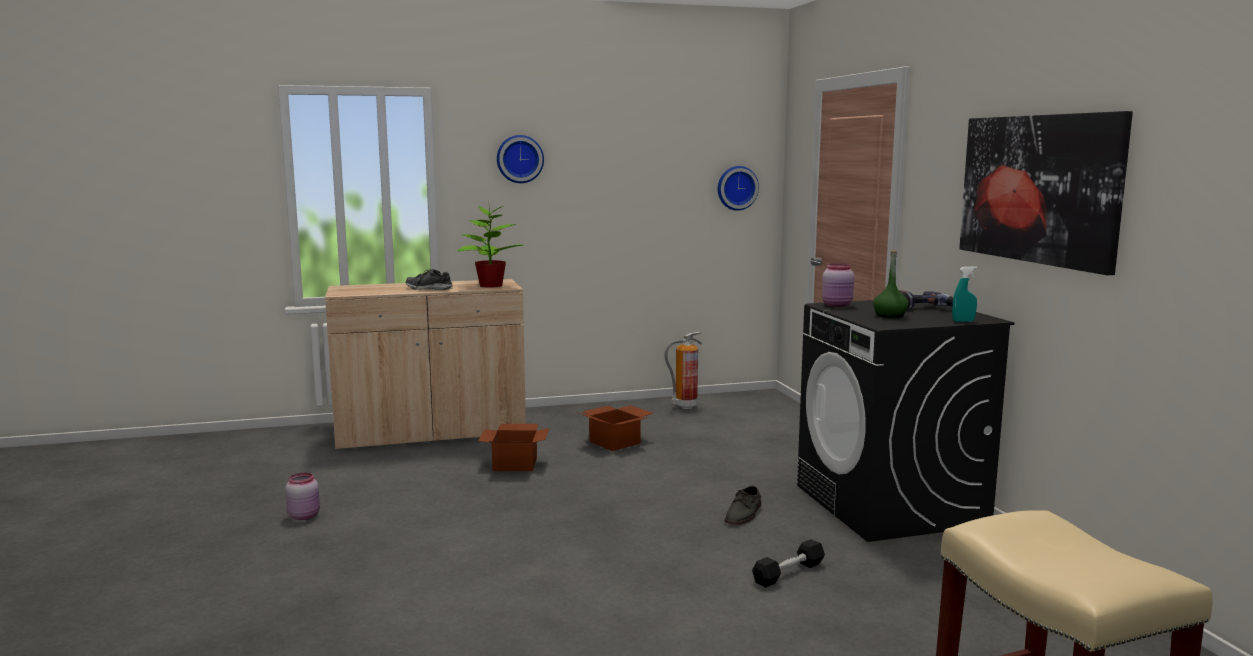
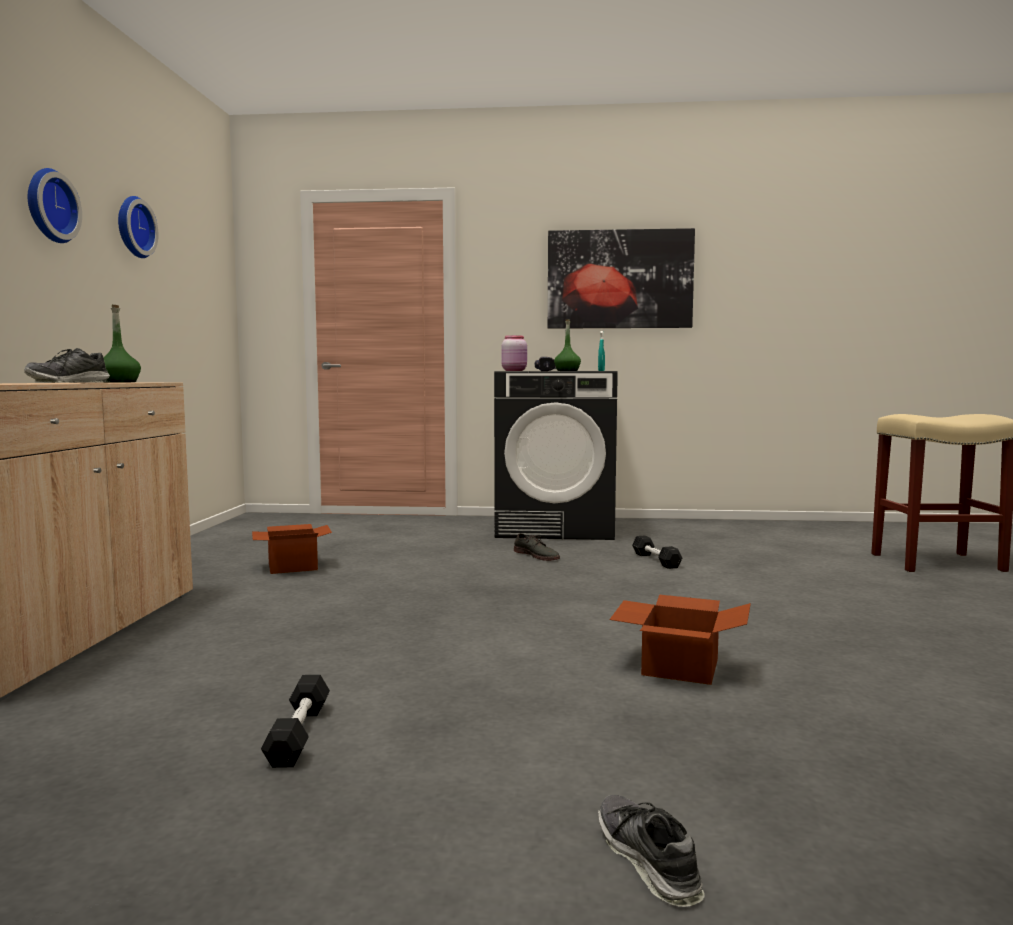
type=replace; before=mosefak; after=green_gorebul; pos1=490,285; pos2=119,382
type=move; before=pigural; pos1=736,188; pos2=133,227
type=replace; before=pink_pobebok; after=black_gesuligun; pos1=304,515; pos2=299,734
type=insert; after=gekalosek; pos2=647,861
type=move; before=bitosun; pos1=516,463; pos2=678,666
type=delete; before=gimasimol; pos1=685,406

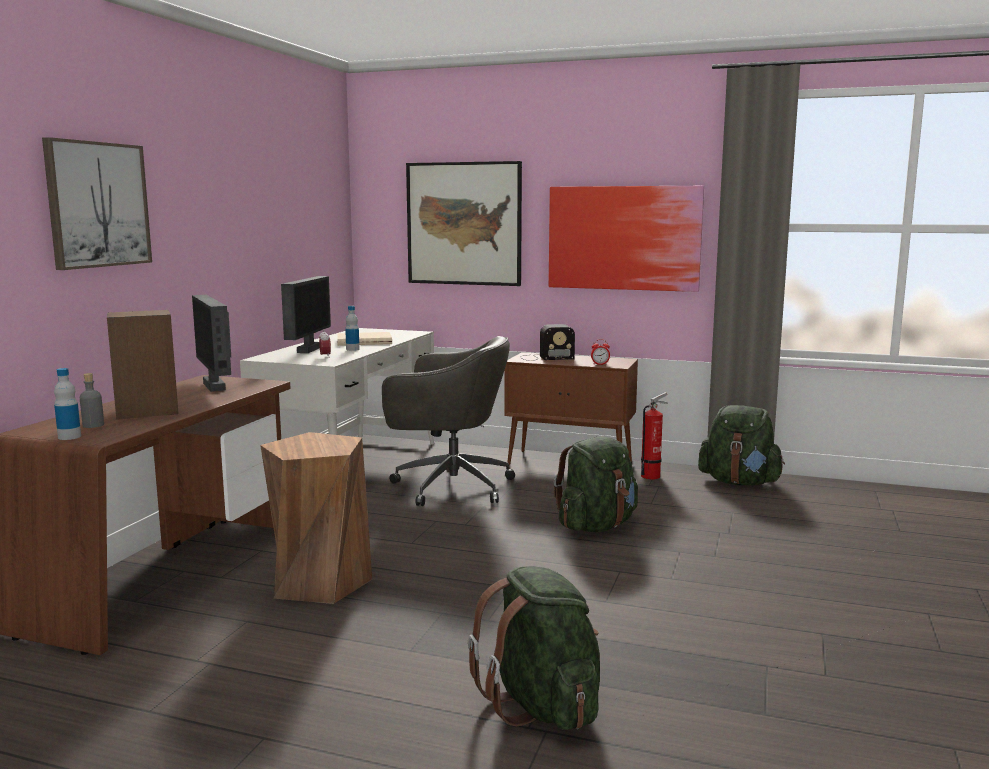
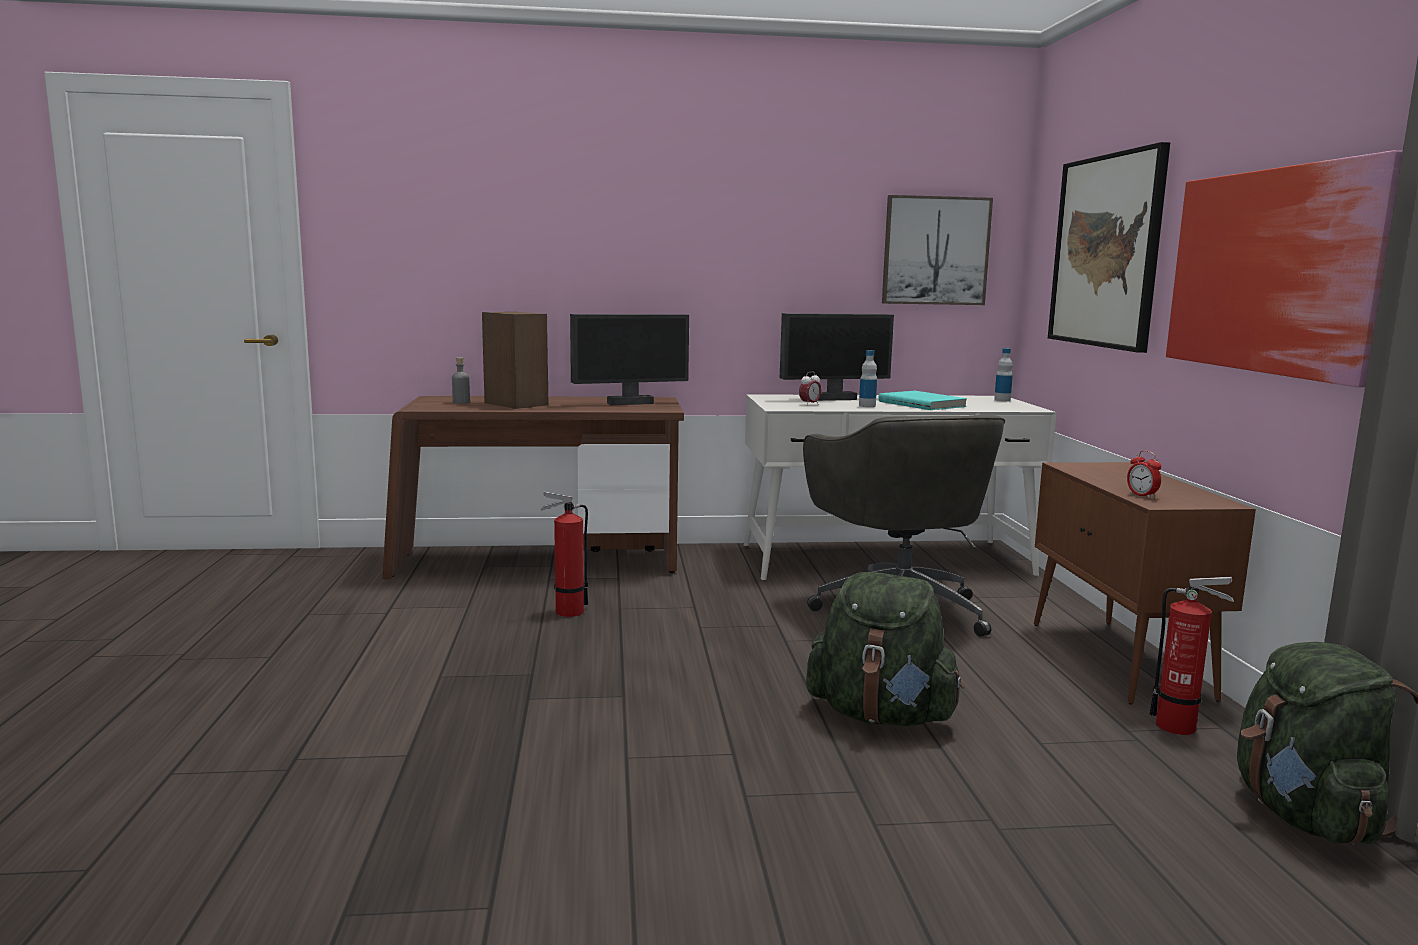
type=replace; before=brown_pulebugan; after=gimasimol; pos1=319,582; pos2=565,612
type=rotate; before=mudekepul; pos1=216,386; pos2=629,403; turn=-150
type=recolor; before=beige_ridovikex; after=turquoise_ridovikex; pos1=364,341; pos2=923,404
type=move; before=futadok; pos1=97,204; pos2=935,251
type=move; before=gorebul; pos1=69,437; pos2=1002,400
type=delete; before=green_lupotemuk; pos1=542,705
type=delete; before=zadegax; pos1=545,357

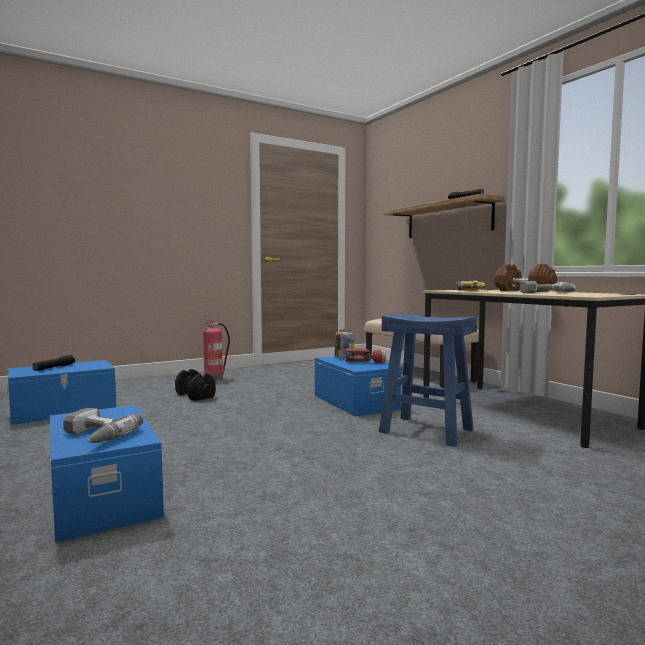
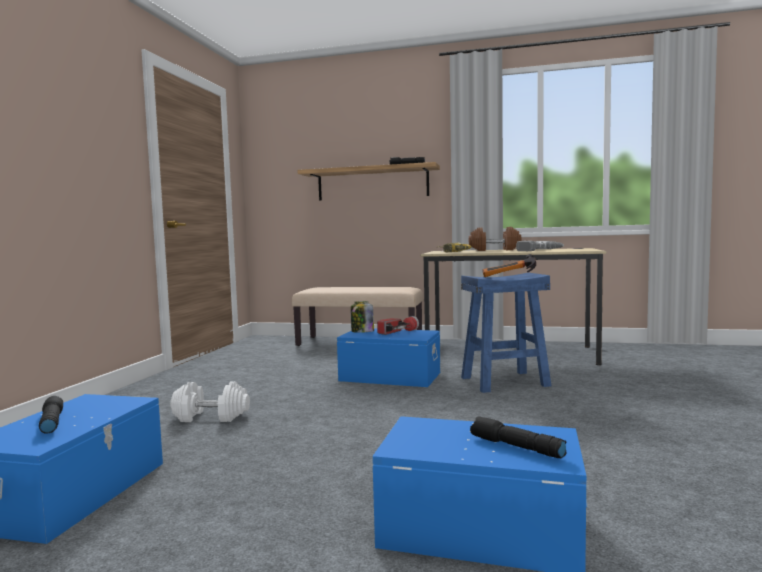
type=recolor; before=black_gesuligun; after=white_gesuligun; pos1=195,395; pos2=211,416
type=replace; before=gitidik; after=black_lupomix; pos1=94,436; pos2=515,447
type=insert; after=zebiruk; pos2=509,276
type=delete; before=gimasimol; pos1=214,378

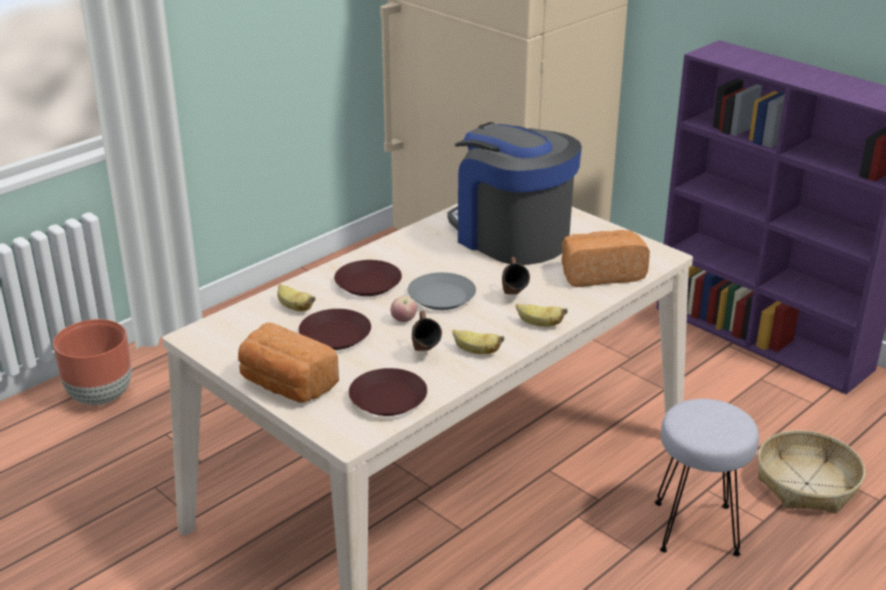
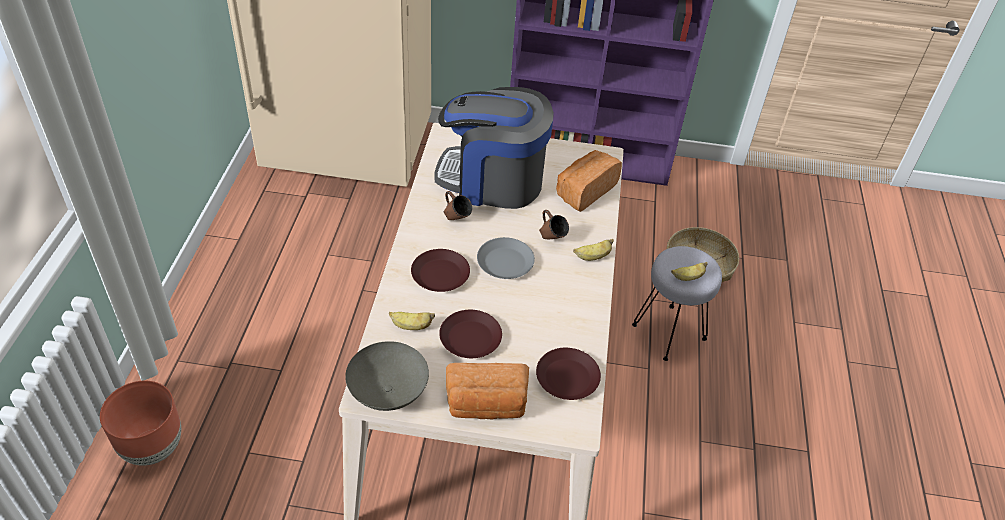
type=insert; after=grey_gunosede; pos2=387,391
type=move; before=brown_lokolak; pos1=425,353; pos2=456,220
type=move; before=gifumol; pos1=476,351; pos2=687,278
type=delete; before=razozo; pos1=403,320

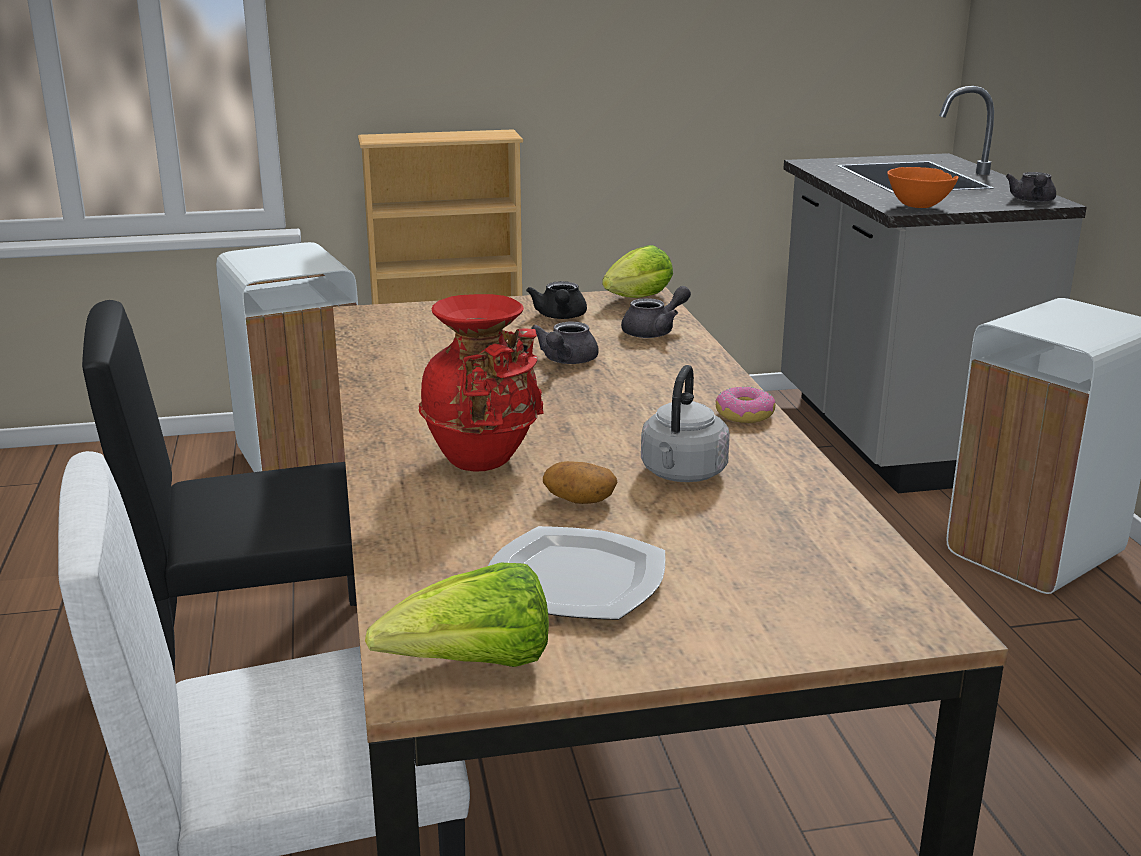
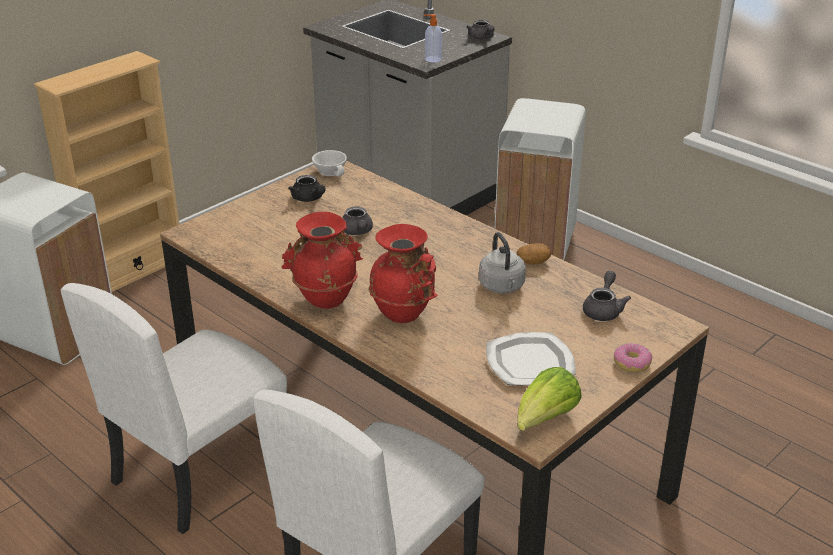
type=recolor; before=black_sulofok; after=white_sulofok; pos1=266,655; pos2=199,469
type=insert; after=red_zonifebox; pos2=325,298
type=replace; before=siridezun; after=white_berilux; pos1=635,299; pos2=331,171
type=replace; before=orange_gunosede; after=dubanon; pos1=919,207; pos2=432,59
type=move; before=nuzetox; pos1=579,500; pos2=533,262
type=move; before=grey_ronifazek; pos1=655,331; pos2=603,309
type=move; before=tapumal; pos1=744,415; pos2=631,363

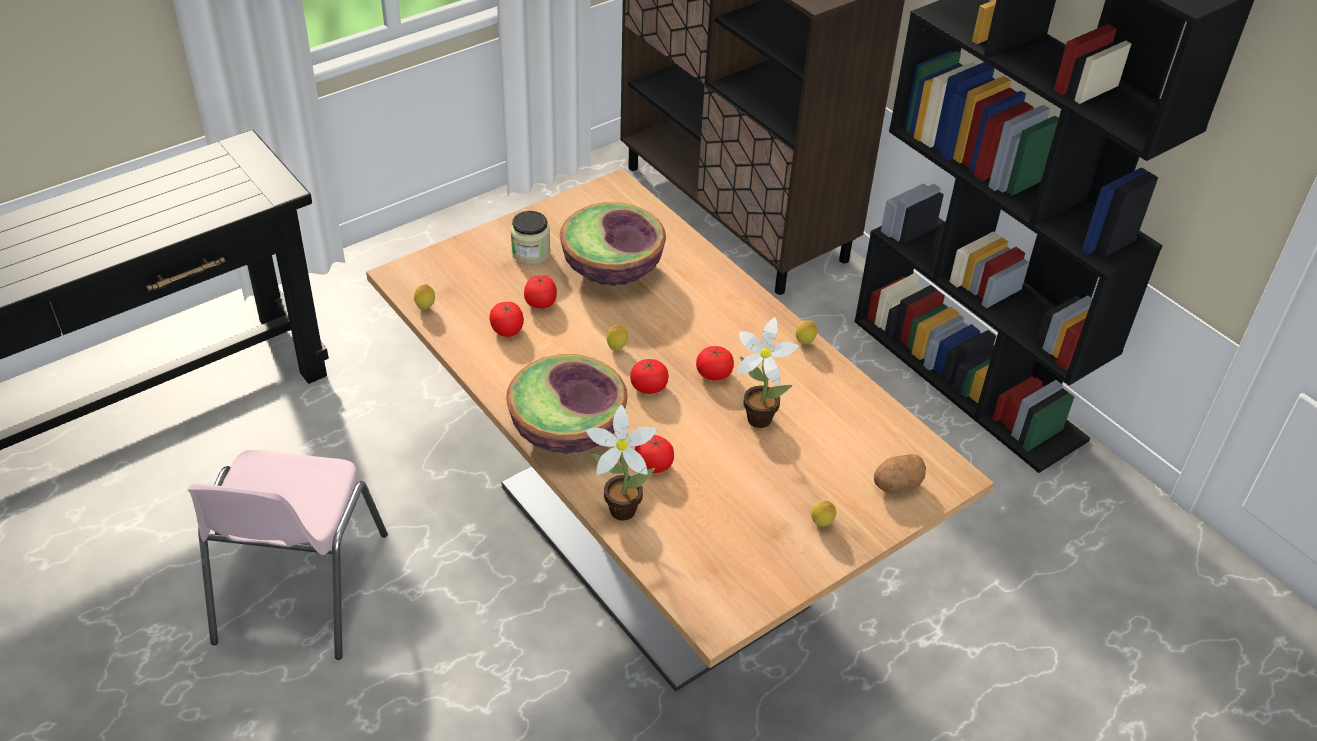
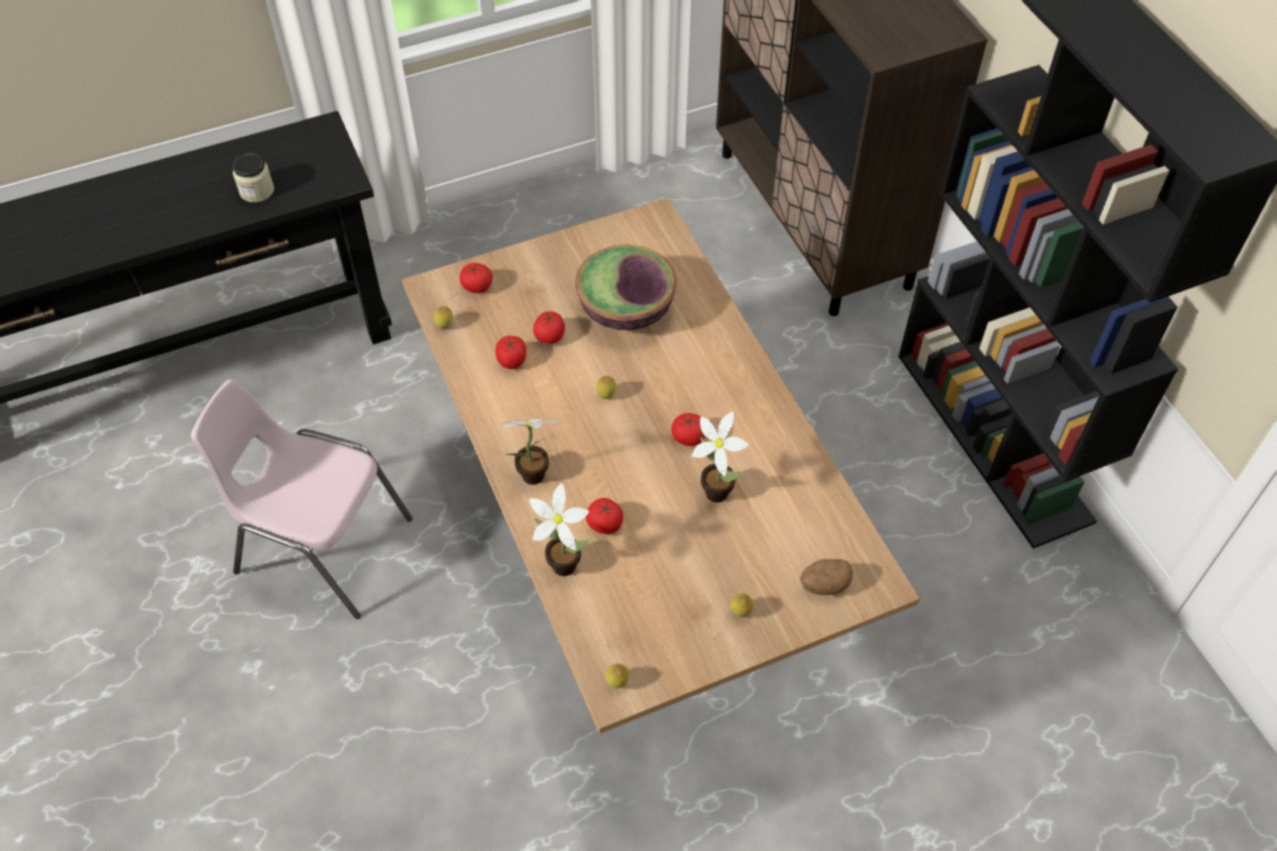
type=rotate; before=pink_sulofok; pos1=298,589; pos2=321,545; turn=90
type=move; before=pobebok; pos1=531,253; pos2=257,191
type=move; before=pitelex; pos1=648,387; pos2=477,287
type=replace; before=gunosede; after=mosefak; pos1=567,431; pos2=537,476
type=move; before=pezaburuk; pos1=804,343; pos2=617,683

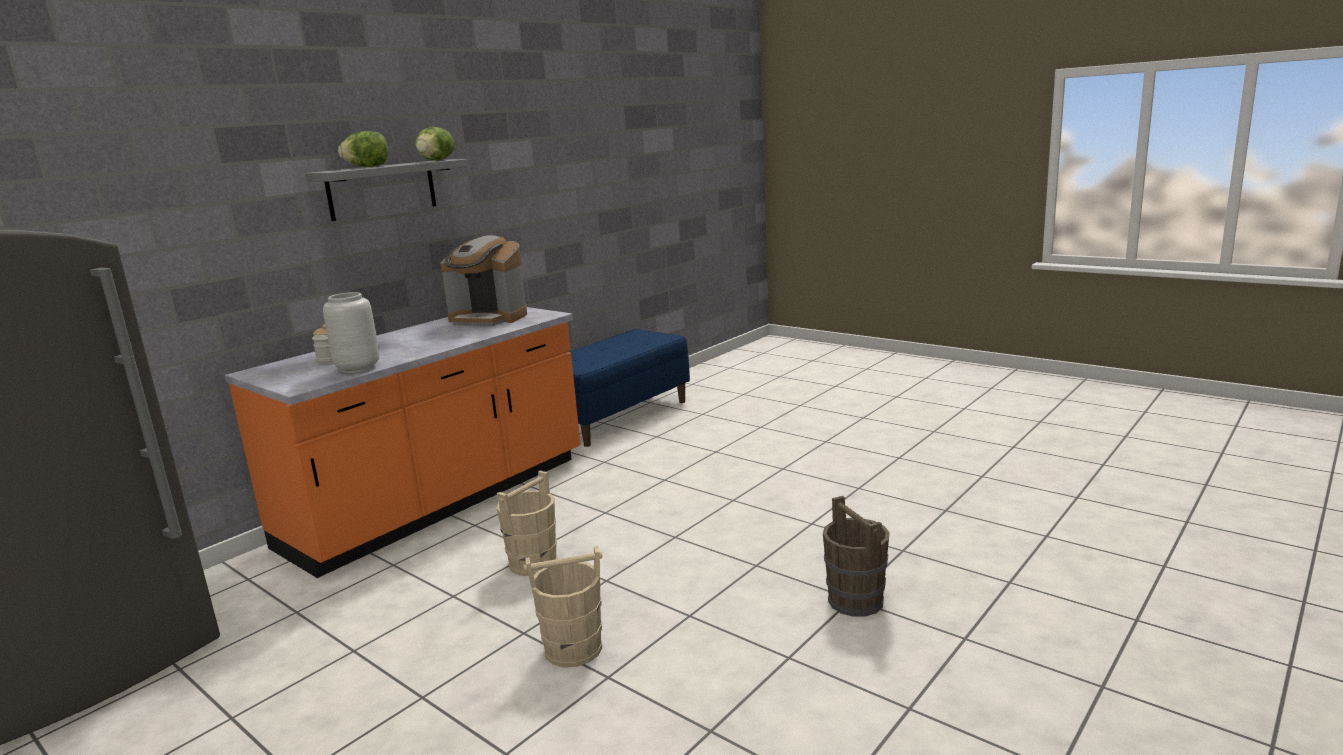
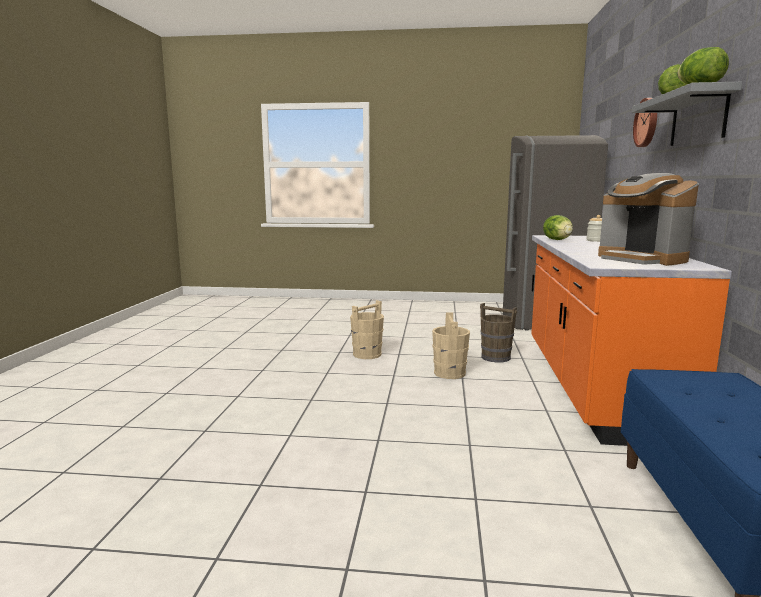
type=move; before=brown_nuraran; pos1=855,600; pos2=496,357
type=replace; before=grey_zonifebox; after=siridezun; pos1=357,368; pos2=557,240
type=rotate; before=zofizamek; pos1=488,319; pos2=641,259; turn=-105
type=insert; after=pigural; pos2=647,122

